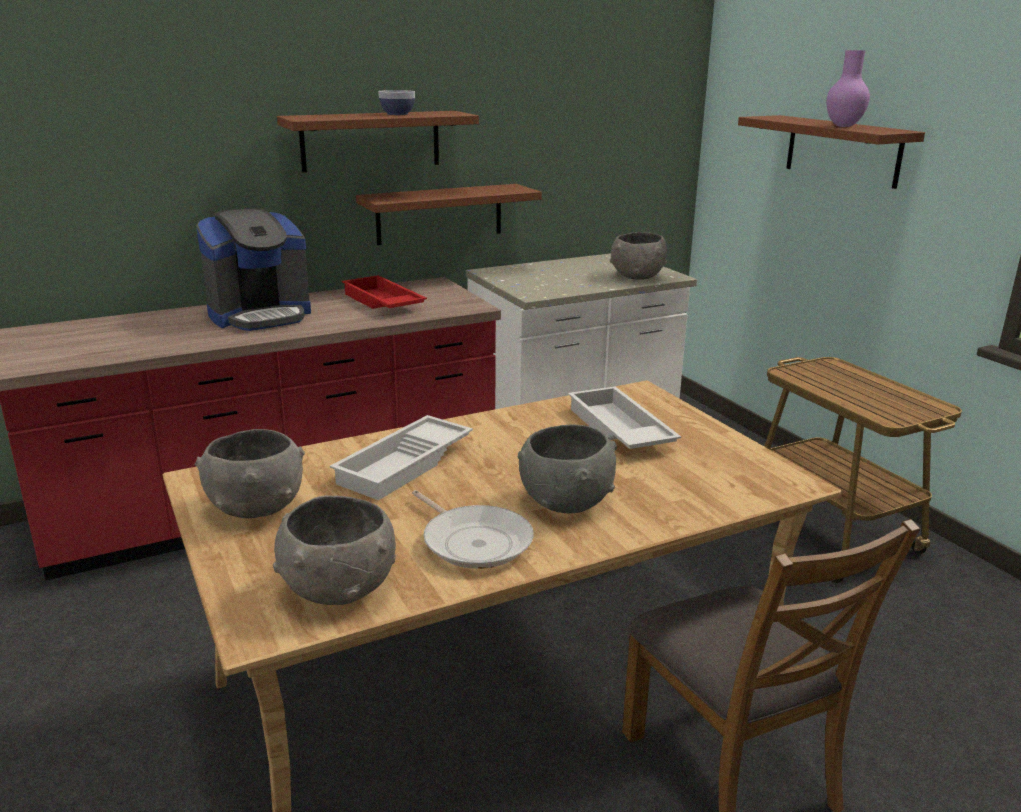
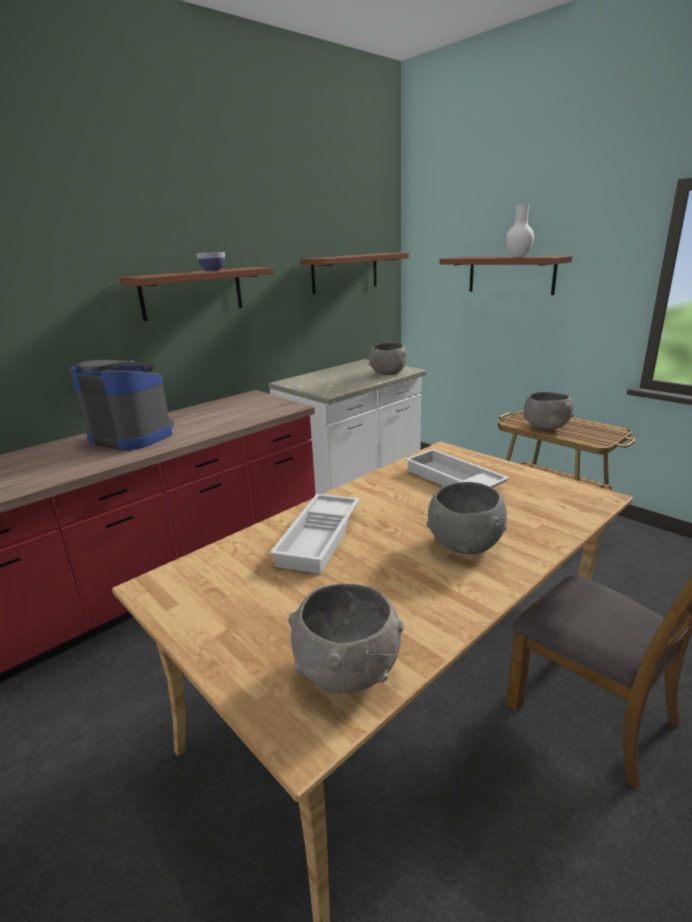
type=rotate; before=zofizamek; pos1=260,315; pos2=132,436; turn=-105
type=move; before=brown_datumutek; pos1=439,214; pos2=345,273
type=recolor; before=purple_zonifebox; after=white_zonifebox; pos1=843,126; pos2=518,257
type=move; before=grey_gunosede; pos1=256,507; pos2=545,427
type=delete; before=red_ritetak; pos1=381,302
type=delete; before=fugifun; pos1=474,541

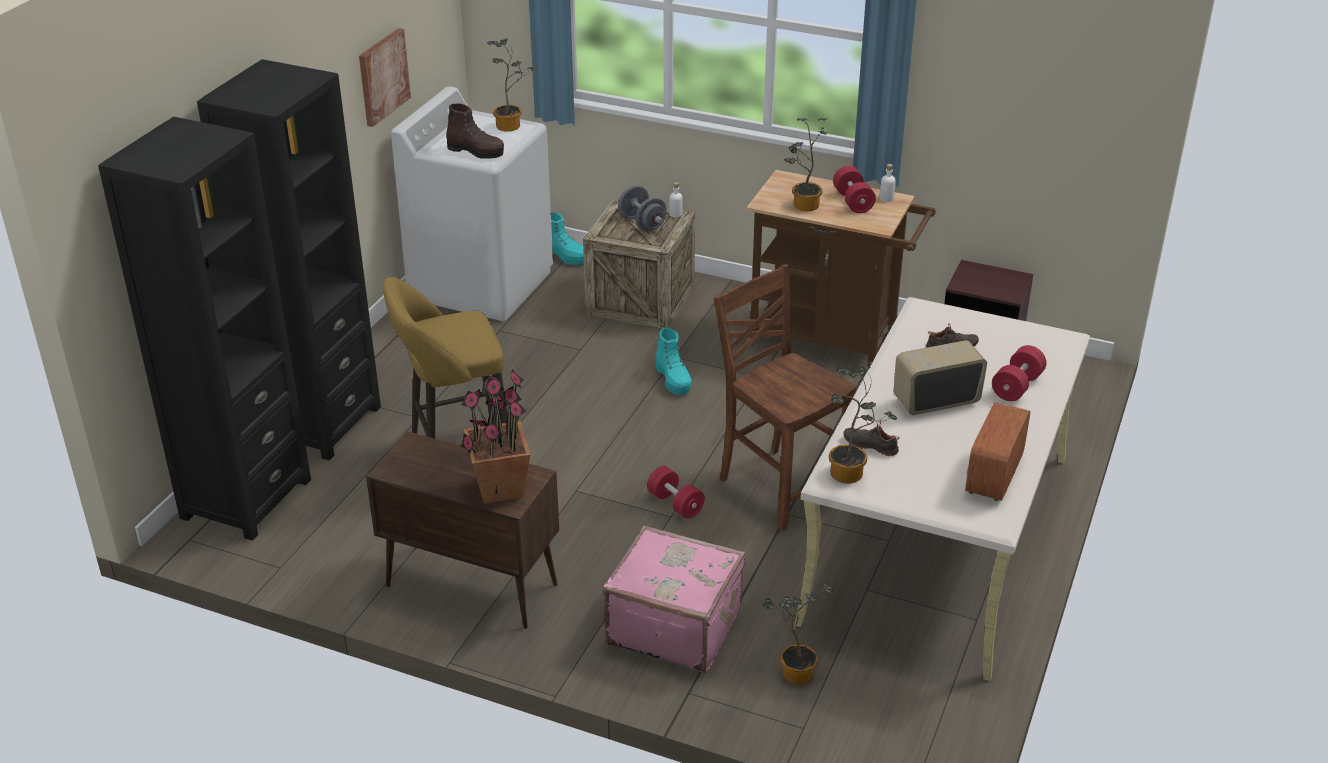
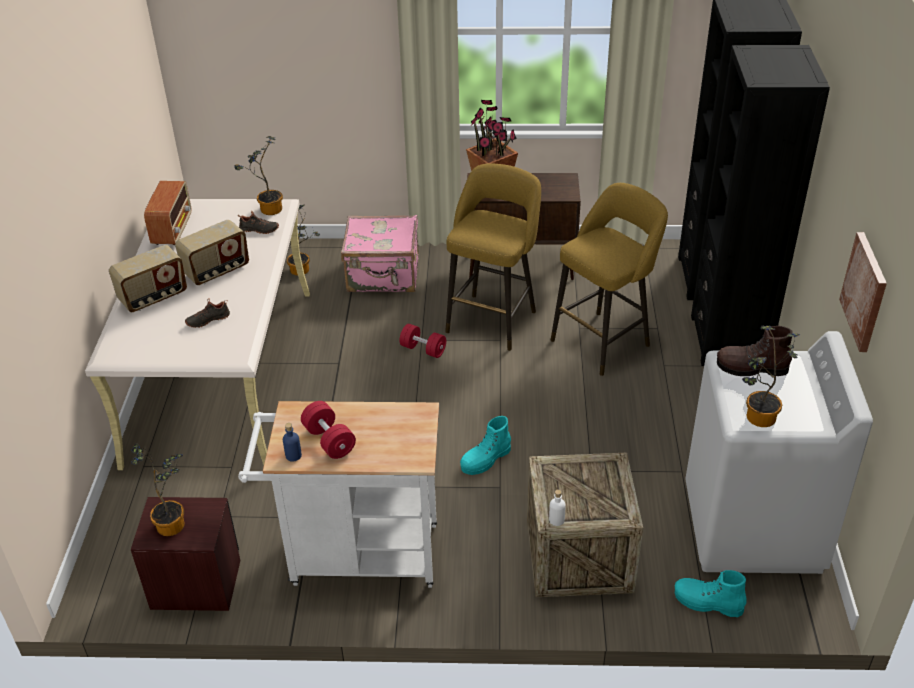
type=replace; before=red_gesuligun; after=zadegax; pos1=1017,386; pos2=153,297
type=move; before=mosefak; pos1=803,206; pos2=173,522
type=recolor; before=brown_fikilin; after=white_fikilin; pos1=832,341; pos2=355,555
type=recolor; before=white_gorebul; after=blue_gorebul; pos1=886,198; pos2=293,455
type=insert; after=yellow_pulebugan; pos2=493,318
type=rotate; before=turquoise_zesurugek; pos1=673,380; pos2=486,460; turn=-90
type=delete; before=grey_gesuligun; pos1=642,223
type=delete; before=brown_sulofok; pos1=779,486

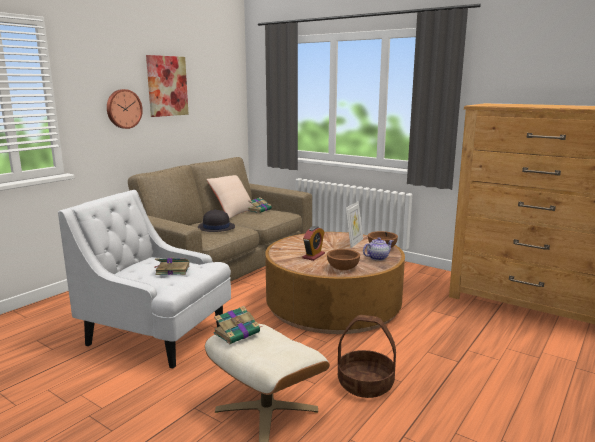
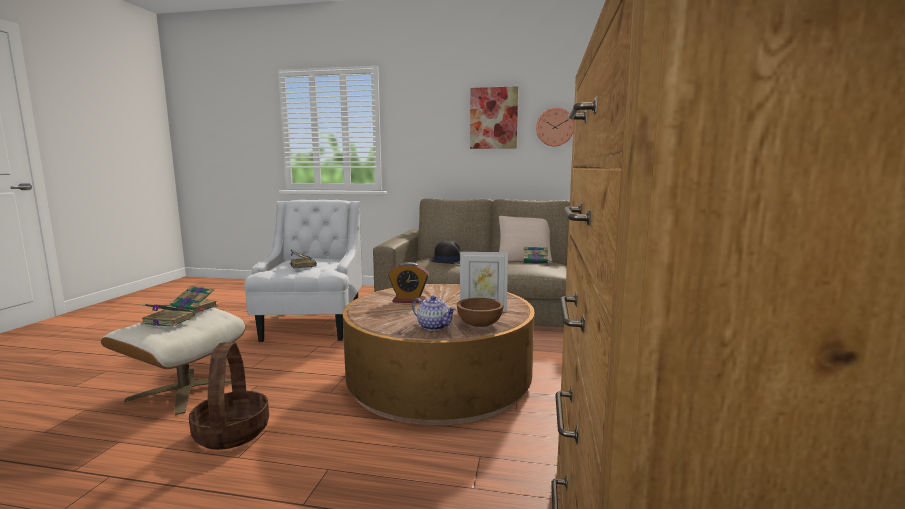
type=insert; after=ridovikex; pos2=167,320
type=move; before=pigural; pos1=123,109; pos2=555,127
type=delete; before=brown_gunosede; pos1=343,268

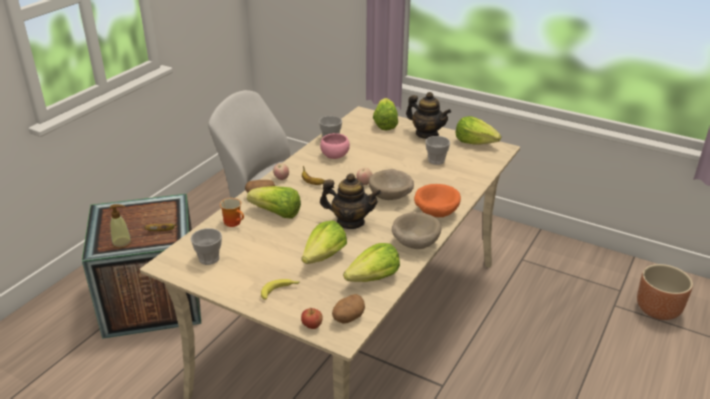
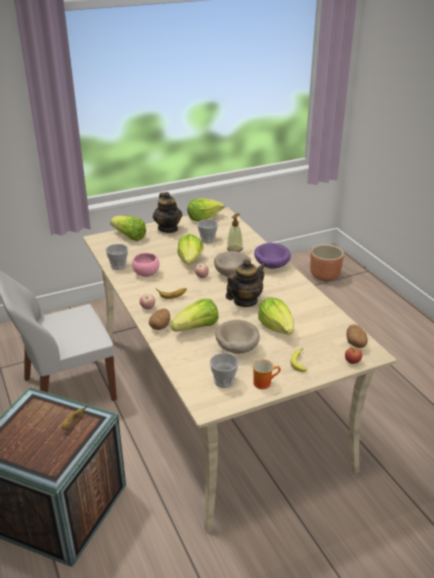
type=rotate; before=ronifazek; pos1=427,134; pos2=168,228; turn=90
type=move; before=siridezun; pos1=374,278; pos2=190,260
type=move; before=beige_gunosede; pos1=414,243; pos2=236,349
type=move; before=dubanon; pos1=122,243; pos2=234,249
type=move; before=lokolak; pos1=234,222; pos2=263,382
type=recolor; before=orange_gunosede; after=purple_gunosede; pos1=435,213; pos2=271,266

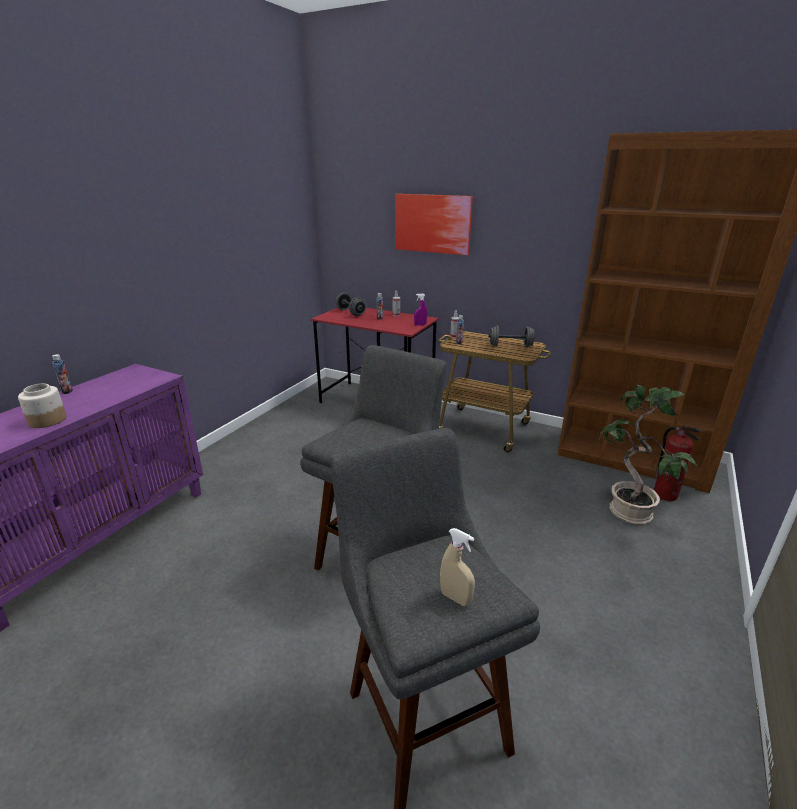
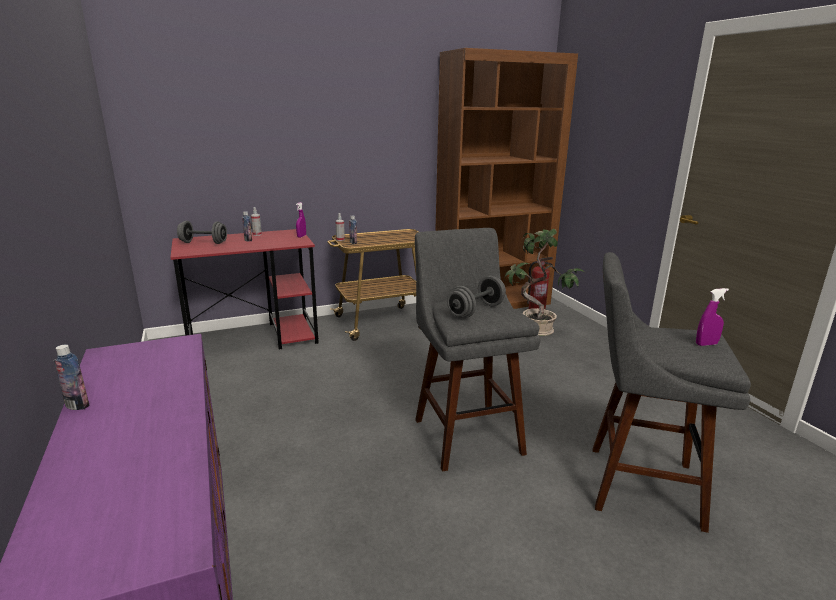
type=move; before=grey_gesuligun; pos1=510,346; pos2=476,311
type=recolor; before=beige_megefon; after=purple_megefon; pos1=455,598; pos2=706,344
type=delete; before=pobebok; pos1=47,420
type=delete; before=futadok; pos1=432,223

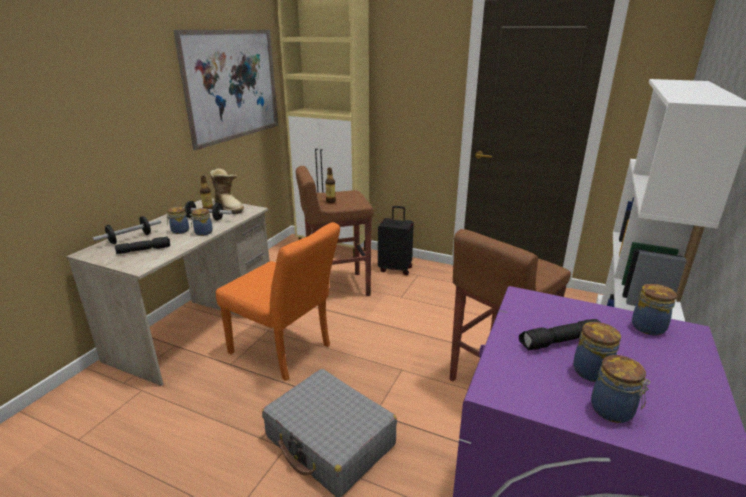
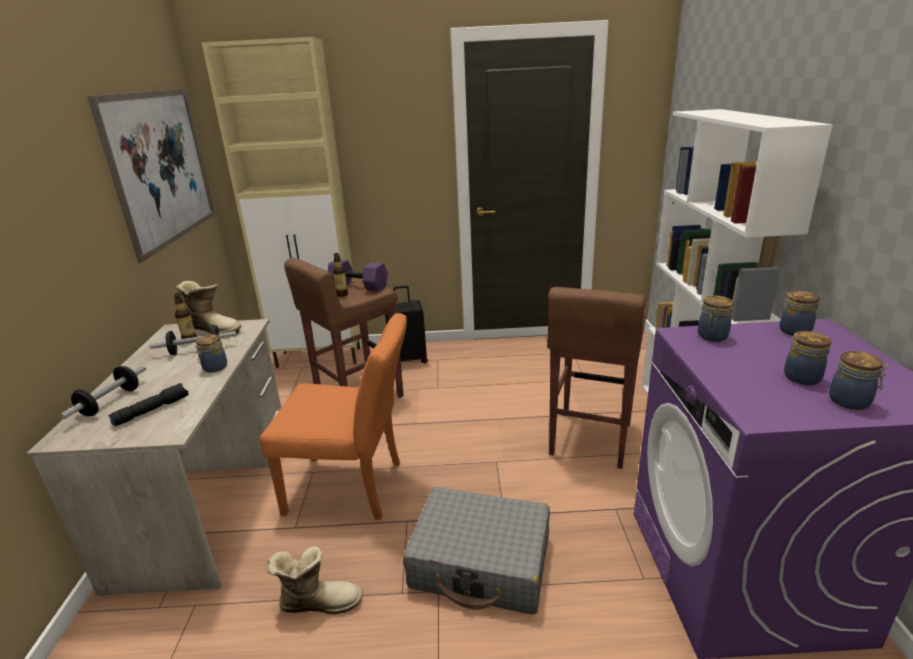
type=insert; after=zesurugek; pos2=319,601
type=insert; after=purple_gesuligun; pos2=357,287
type=move; before=pobebok; pos1=179,231; pos2=712,336
type=delete; before=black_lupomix; pos1=560,342

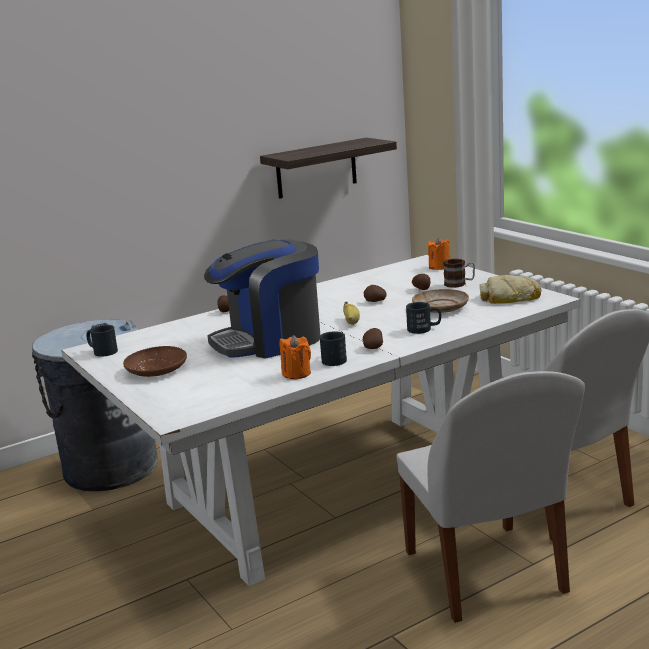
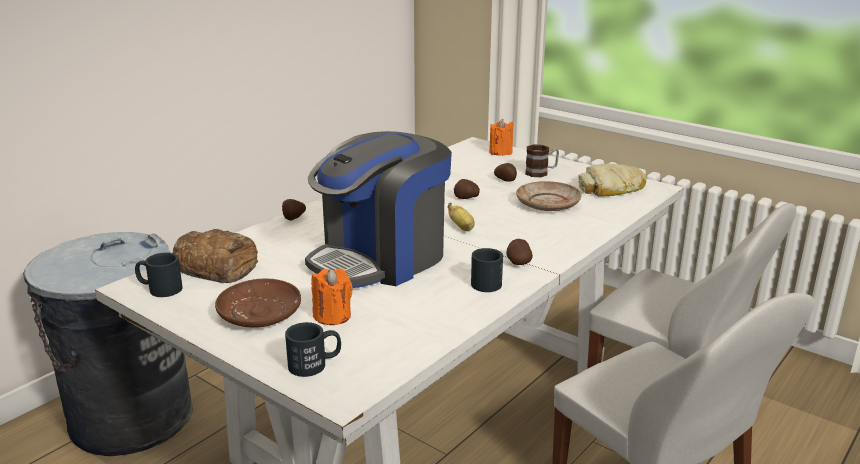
type=insert; after=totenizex; pos2=217,265
type=move; before=black_lokolak; pos1=424,329; pos2=315,364
type=move; before=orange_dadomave; pos1=296,373; pos2=332,316
type=delete; before=datumutek; pos1=316,168

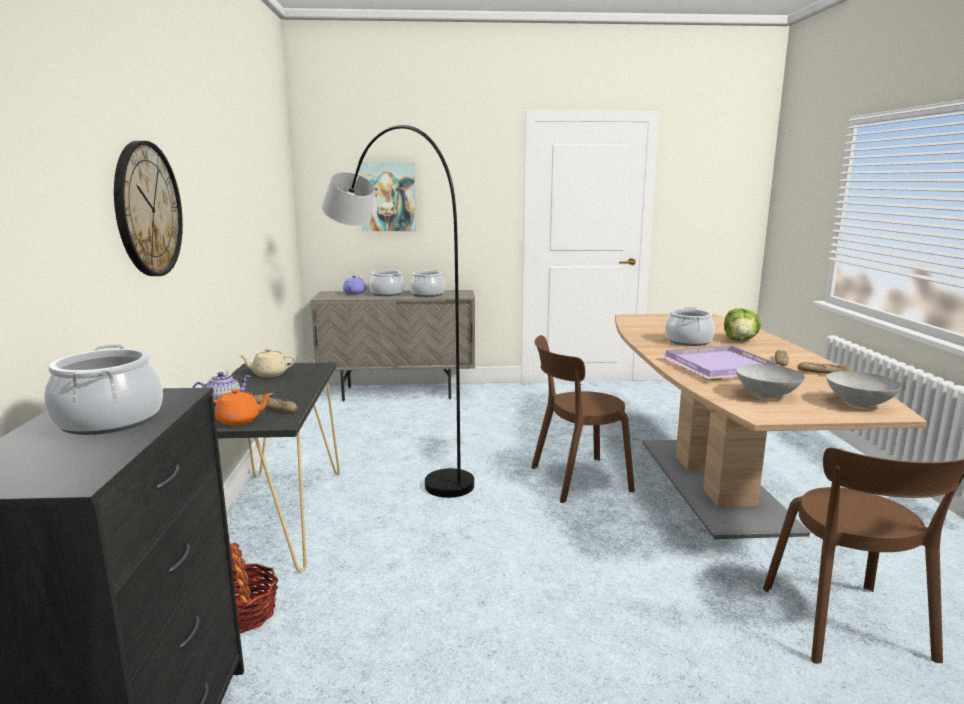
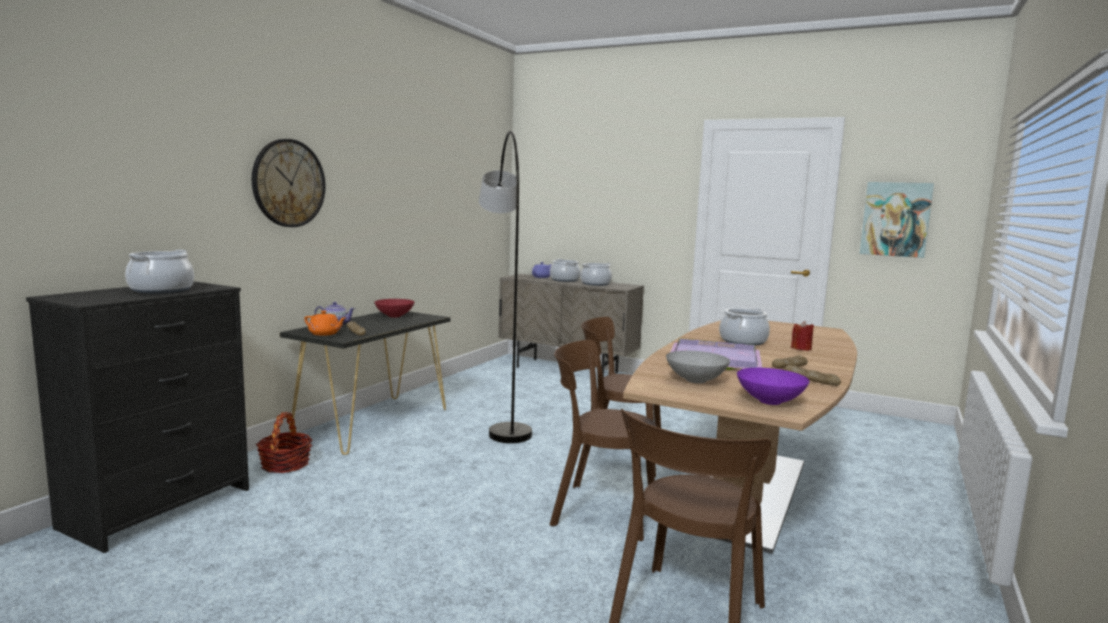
type=replace; before=beige_ronifazek; after=red_gunosede; pos1=269,374; pos2=394,316
type=insert; after=brown_sulofok; pos2=598,510
type=recolor; before=grey_gunosede; after=purple_gunosede; pos1=859,404; pos2=769,401
type=replace; before=siridezun; after=red_dadomave; pos1=740,340; pos2=801,348
type=move; before=futadok; pos1=388,197; pos2=895,219

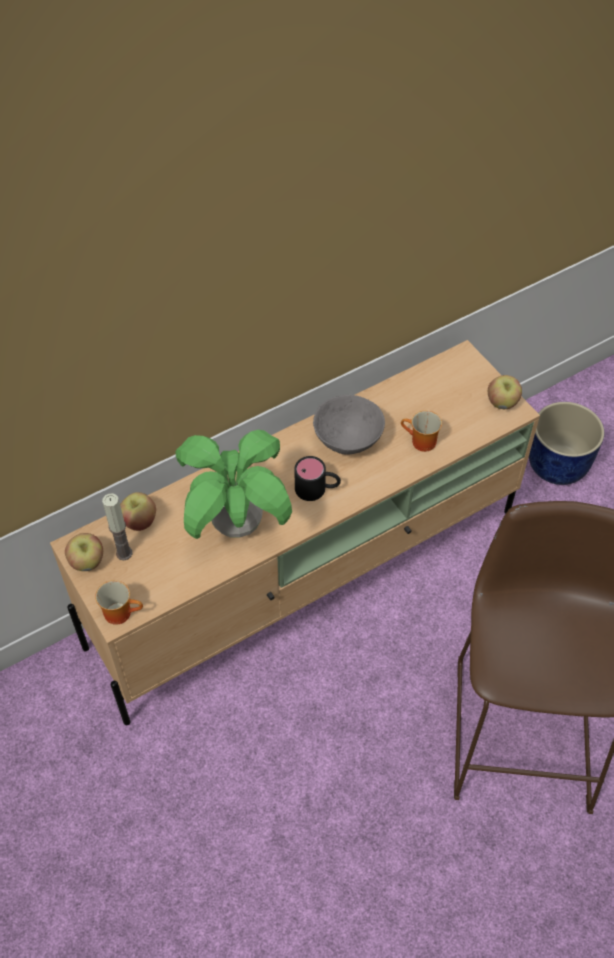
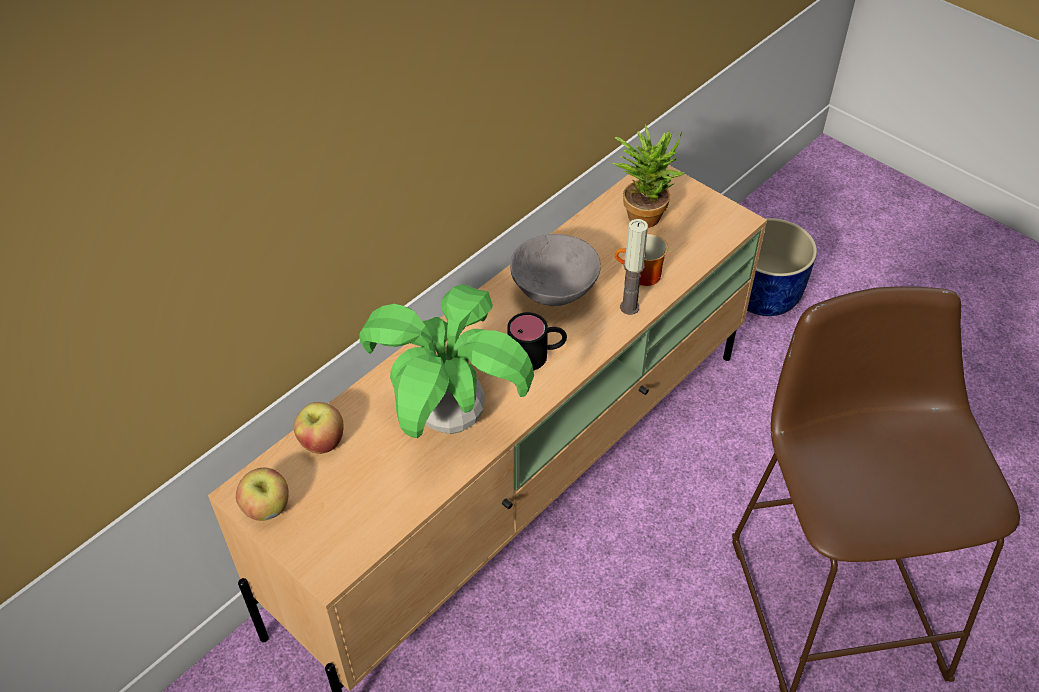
type=insert; after=mosefak; pos2=643,212
type=move; before=dadomave; pos1=124,553; pos2=629,307
type=delete; before=lokolak; pos1=121,611
type=delete; before=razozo; pos1=502,403

